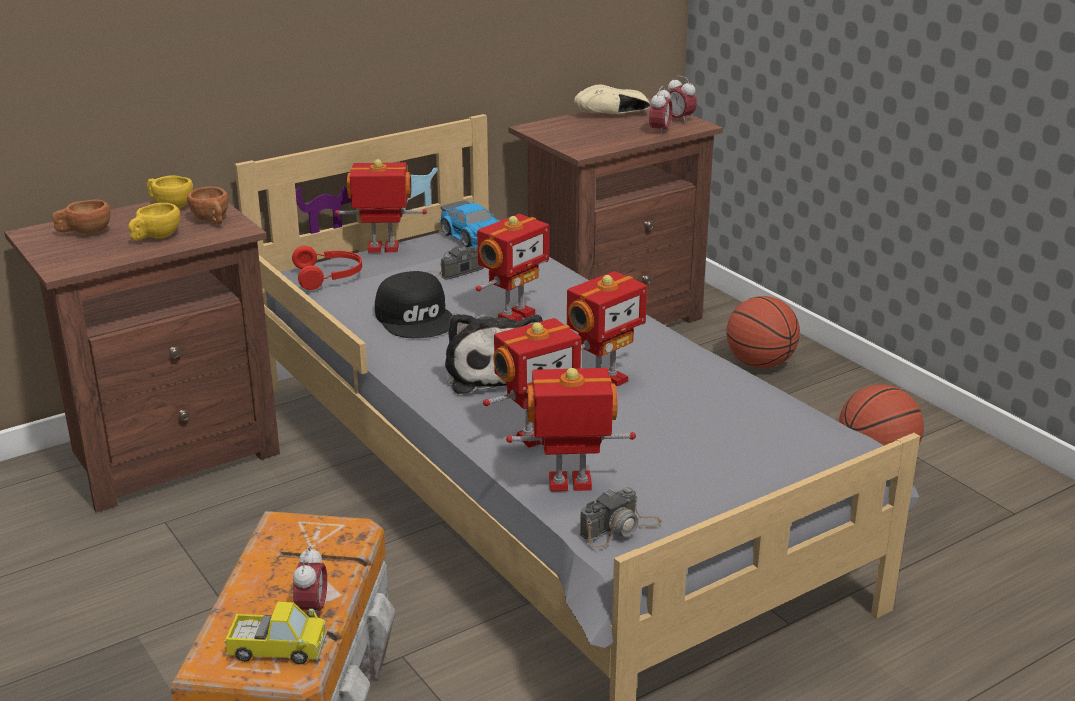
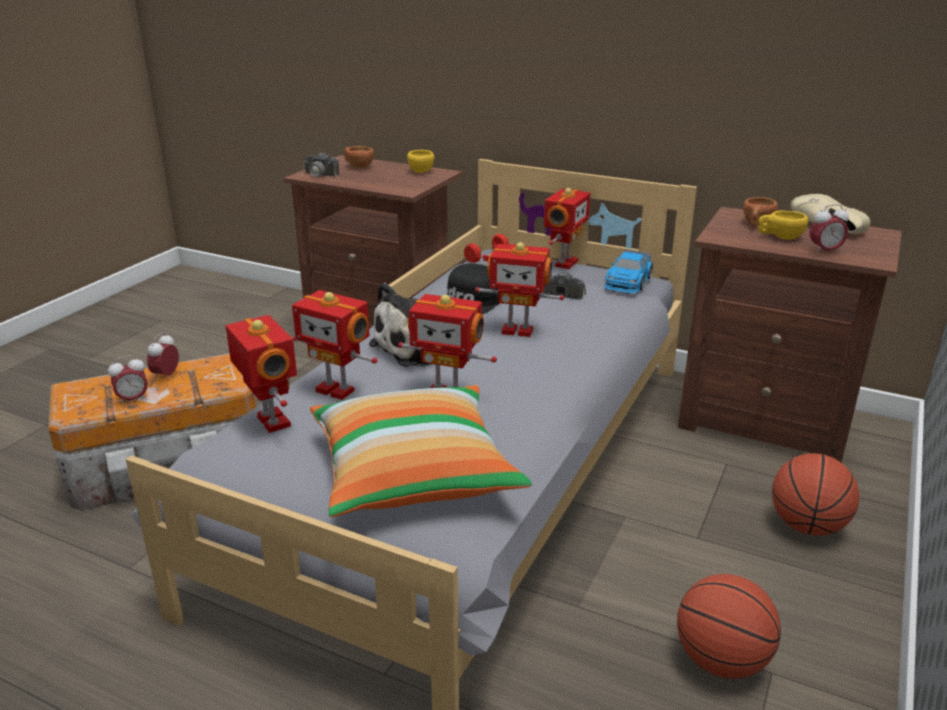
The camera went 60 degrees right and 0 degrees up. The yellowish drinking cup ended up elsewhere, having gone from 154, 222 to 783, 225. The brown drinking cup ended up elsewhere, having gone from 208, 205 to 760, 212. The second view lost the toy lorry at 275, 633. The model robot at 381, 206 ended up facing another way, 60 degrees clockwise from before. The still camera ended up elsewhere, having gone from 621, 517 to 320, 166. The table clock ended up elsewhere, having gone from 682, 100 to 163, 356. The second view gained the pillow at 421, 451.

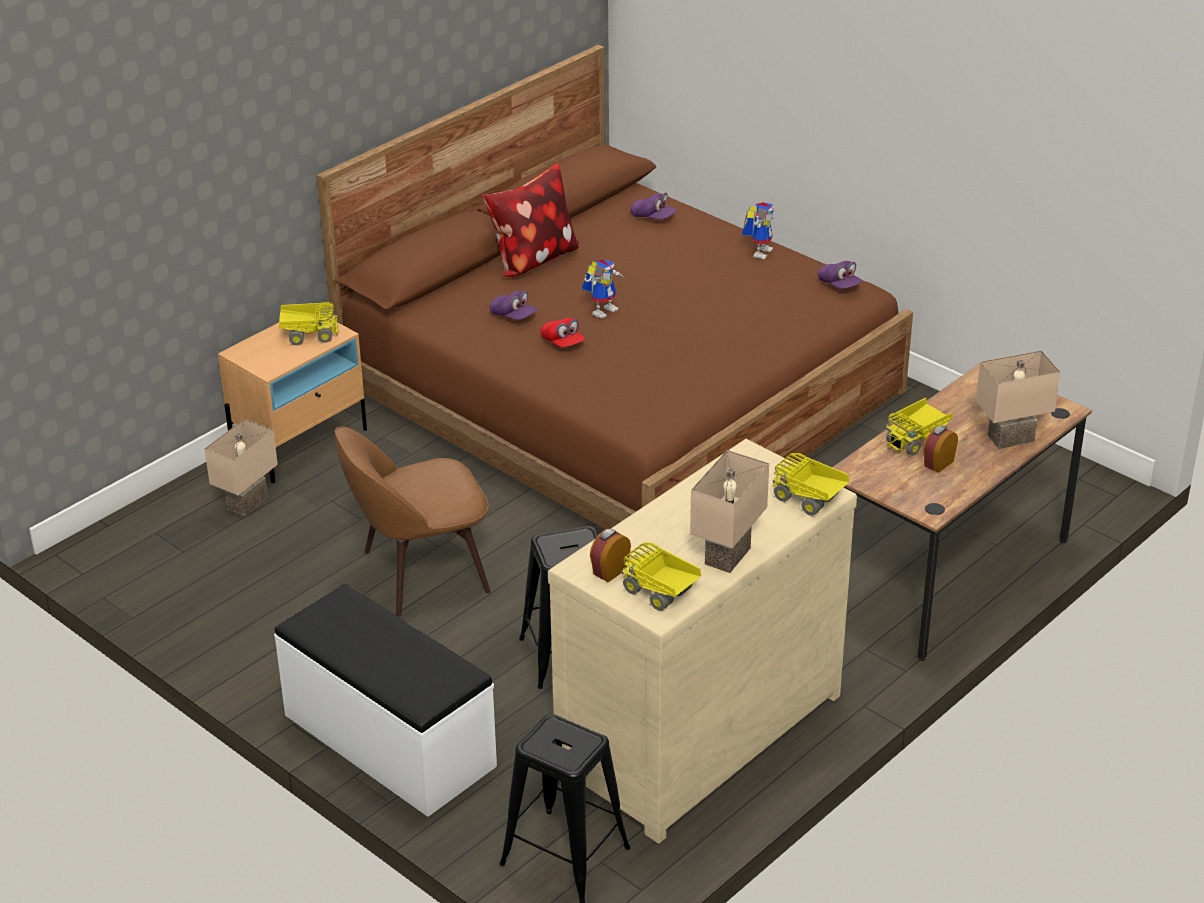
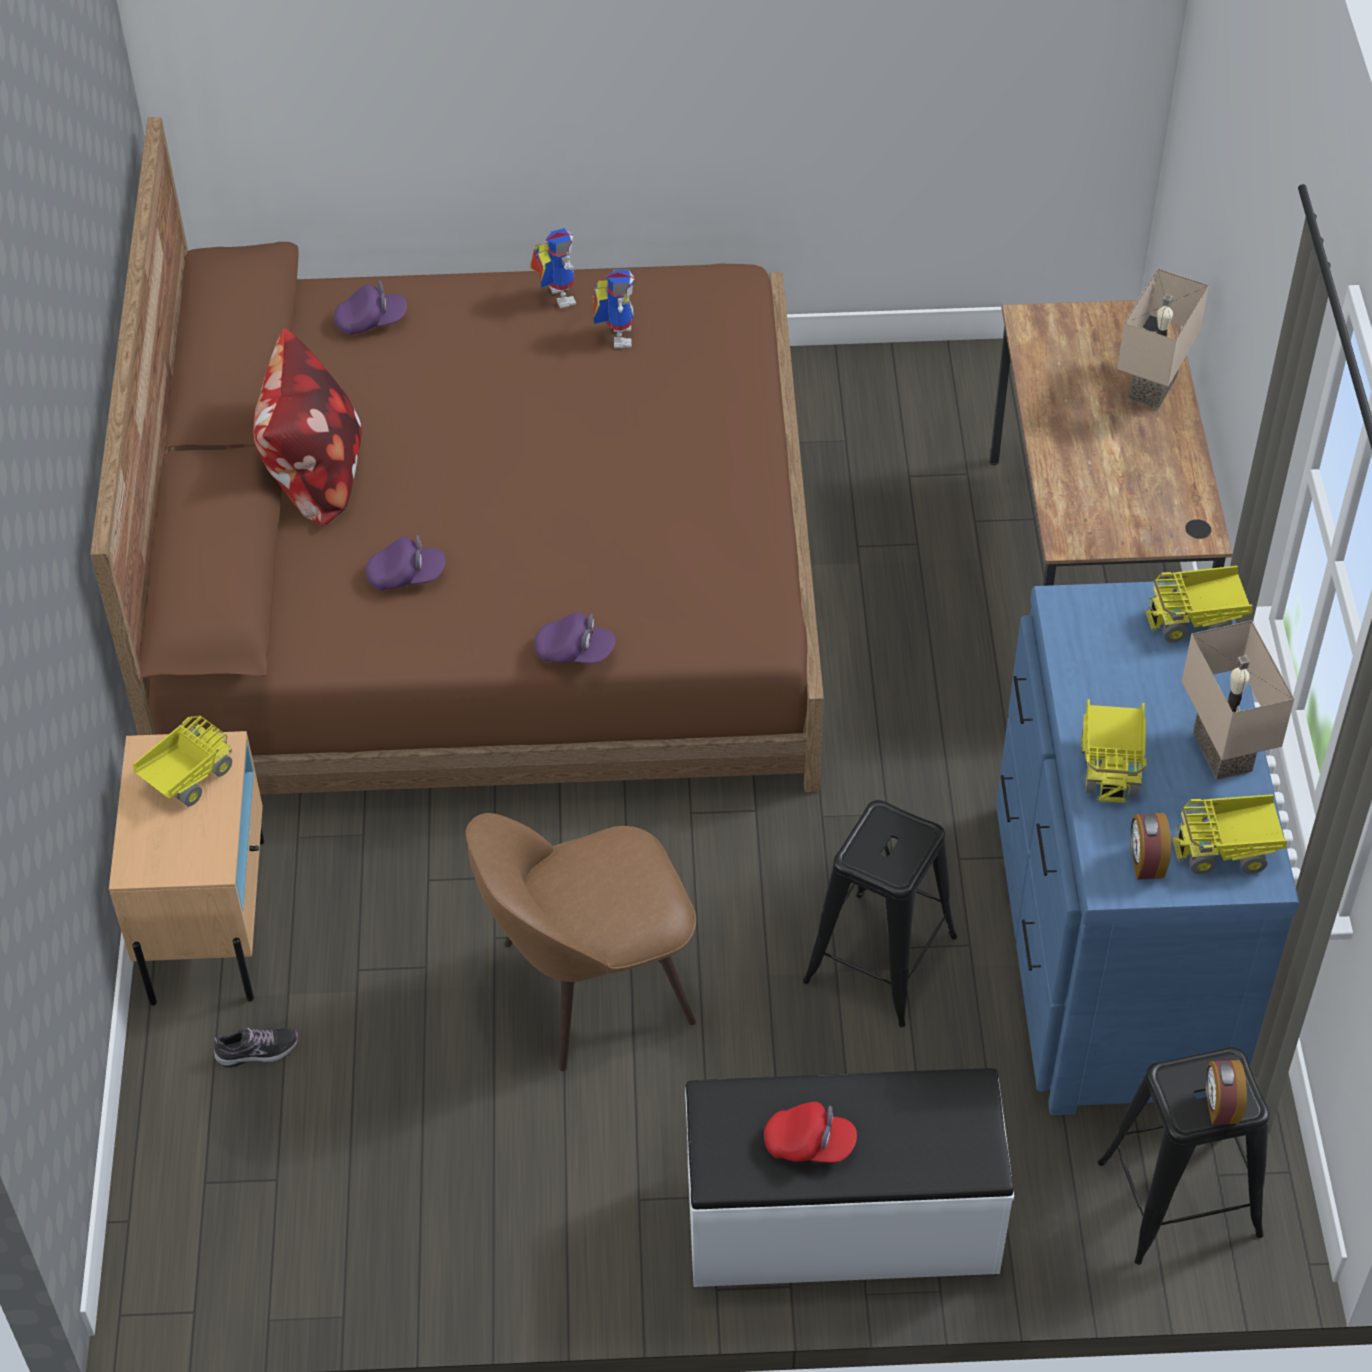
The camera went 45 degrees left and 15 degrees up. Where the beige table lamp stood at 241, 467, the shoe came to stand at 256, 1048. The brown upright chair at 413, 521 ended up facing another way, 45 degrees clockwise from before. The red peaked cap ended up elsewhere, having gone from 563, 332 to 810, 1132. What was the beige dresser at 702, 641 turned into the bluish dresser at 1147, 848. The model robot ended up elsewhere, having gone from 604, 289 to 614, 309. The purple-coloured peaked cap ended up elsewhere, having gone from 840, 275 to 575, 638. The toy lorry ended up elsewhere, having gone from 919, 426 to 1113, 751. The table clock ended up elsewhere, having gone from 940, 449 to 1226, 1092.

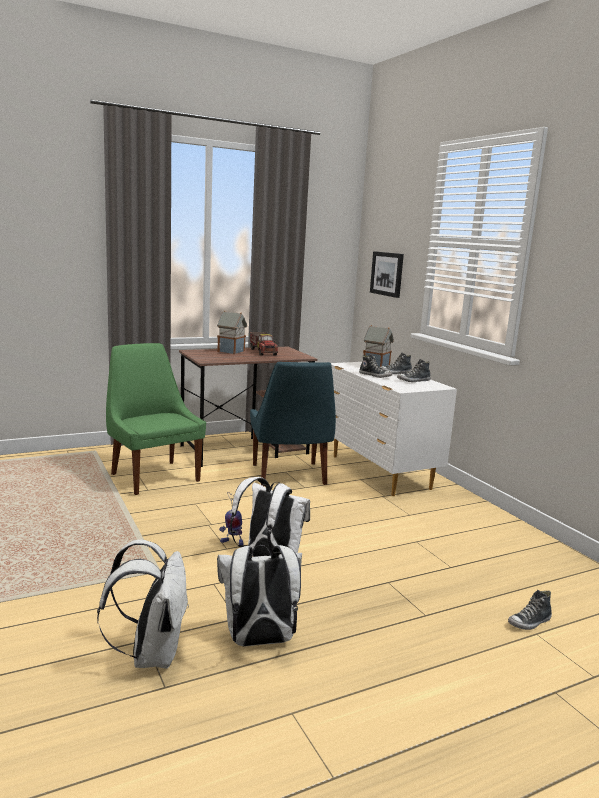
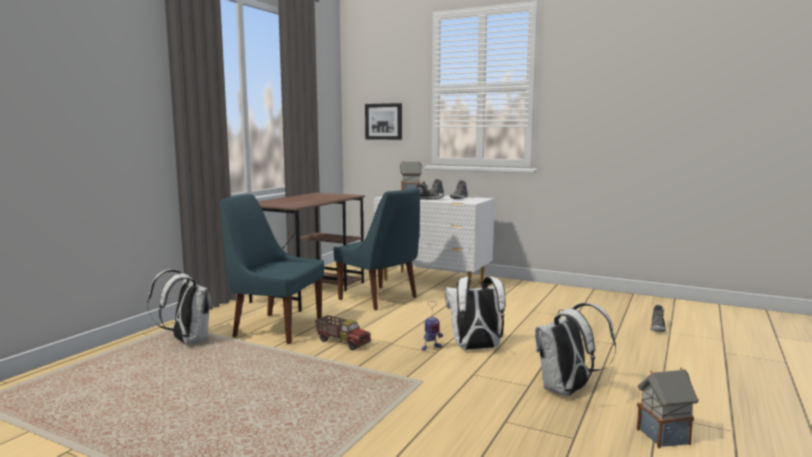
The camera went 35 degrees left and 5 degrees down. The whitish knapsack ended up elsewhere, having gone from 143, 604 to 179, 306. What was the greenish upright chair at 156, 419 turned into the bluish upright chair at 272, 269. The toy house ended up elsewhere, having gone from 232, 332 to 667, 407. The toy lorry ended up elsewhere, having gone from 264, 344 to 343, 332.

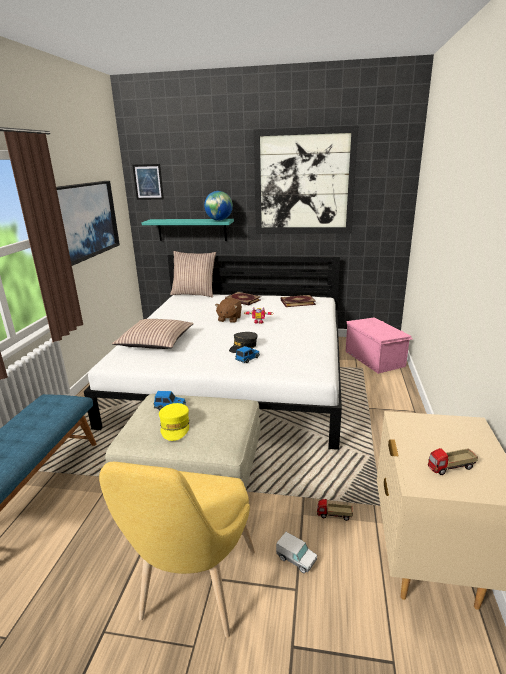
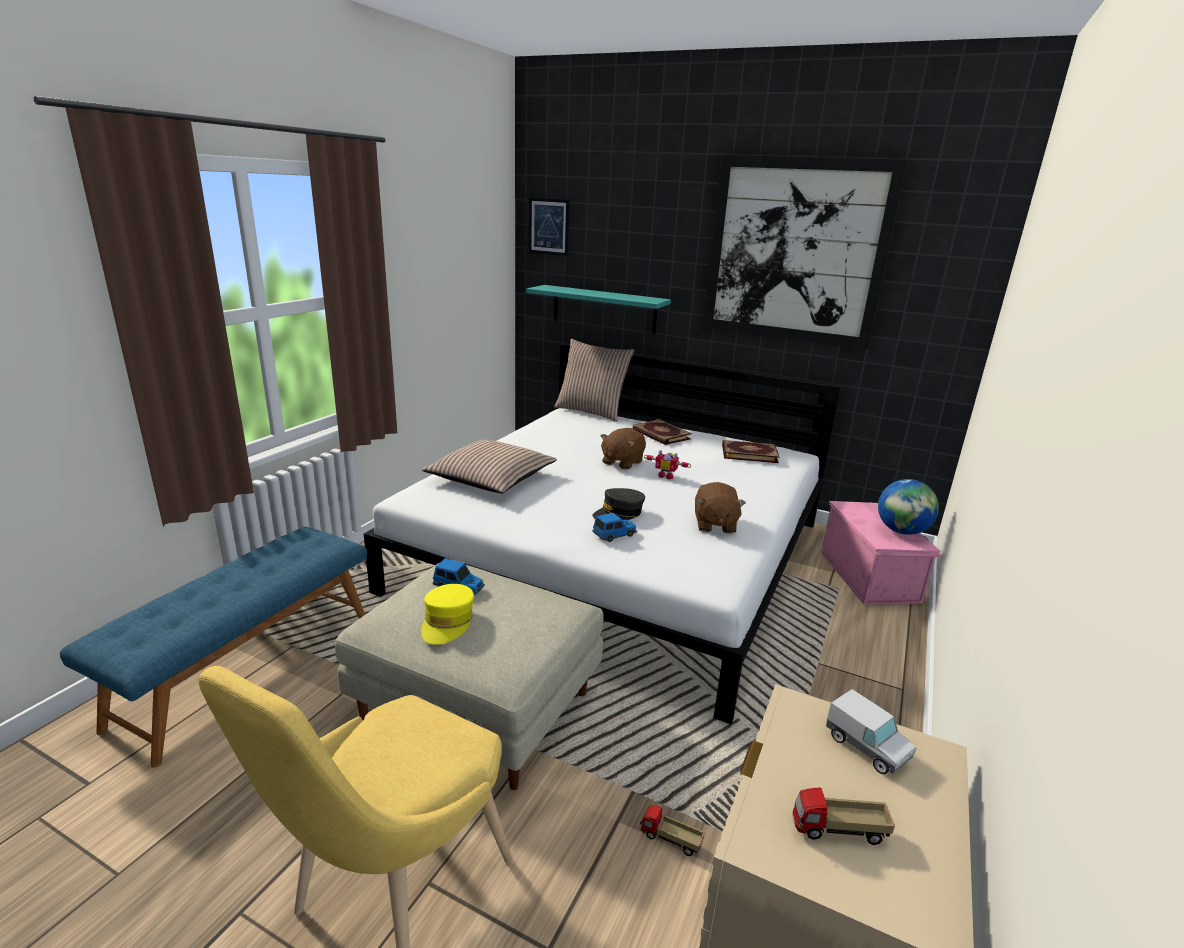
The camera went 15 degrees right and 0 degrees up. The second view lost the wall picture at 88, 223. The world globe ended up elsewhere, having gone from 218, 206 to 908, 507. The toy lorry ended up elsewhere, having gone from 296, 552 to 871, 731. The second view gained the brown soft toy at 720, 508.

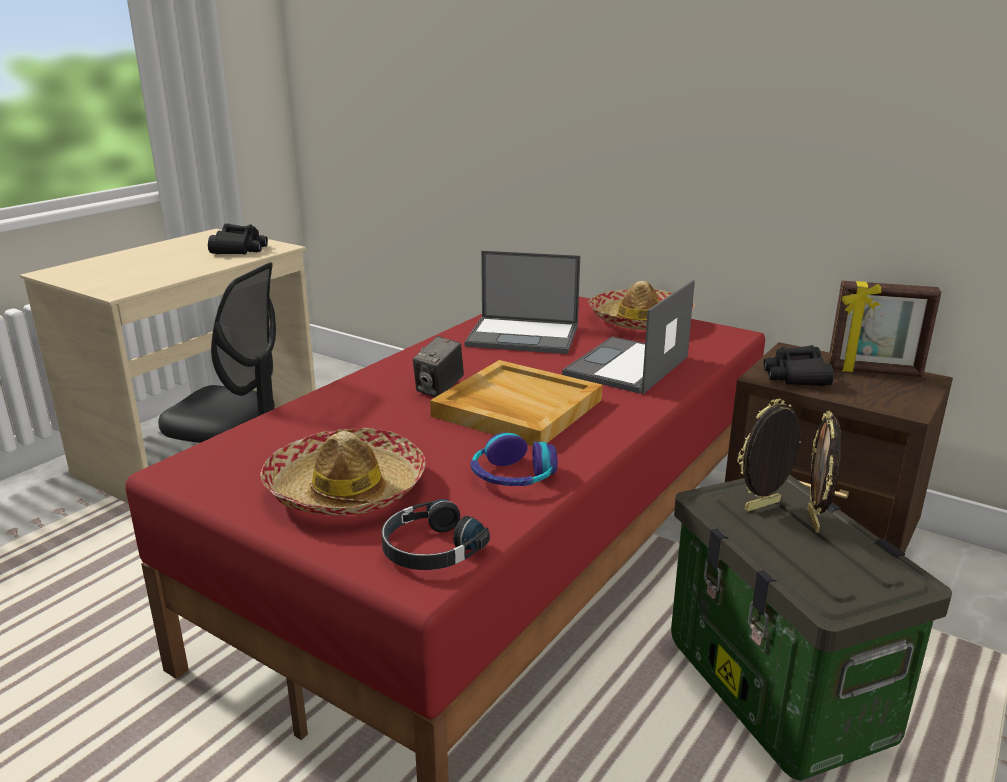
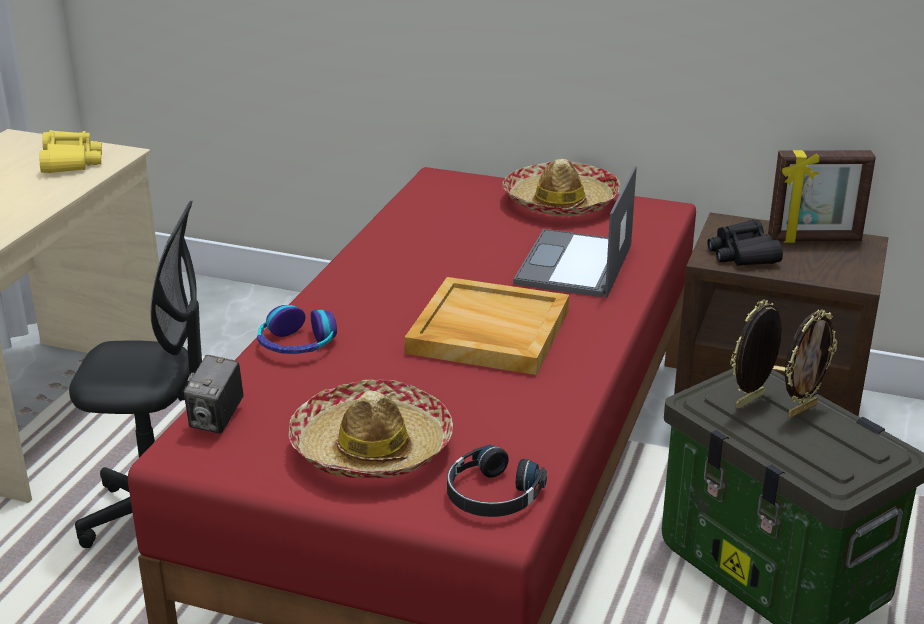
The camera went 15 degrees left and 5 degrees up. What was the black binoculars at 238, 238 turned into the yellowish binoculars at 71, 151. The still camera ended up elsewhere, having gone from 438, 366 to 214, 394. The second view lost the notebook computer at 522, 302. The headphones ended up elsewhere, having gone from 514, 459 to 297, 329. The picture frame at 824, 472 ended up facing another way, 120 degrees counterclockwise from before.

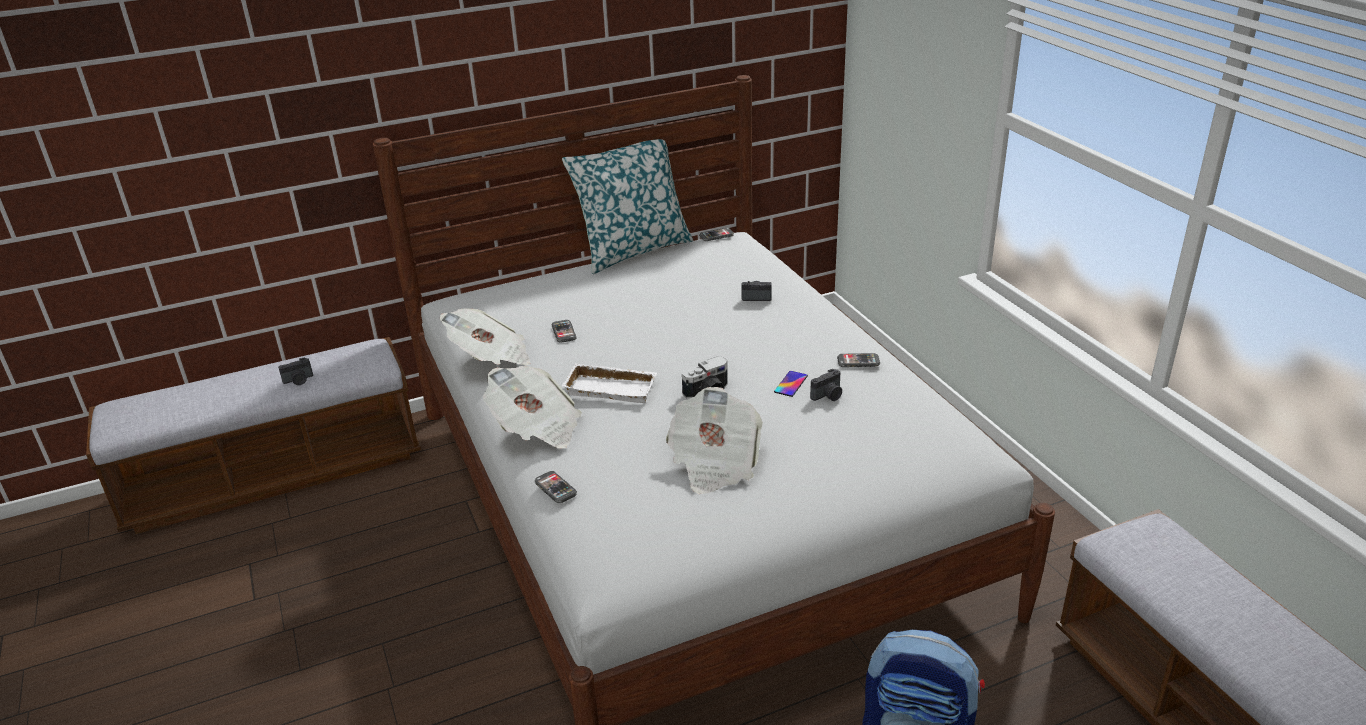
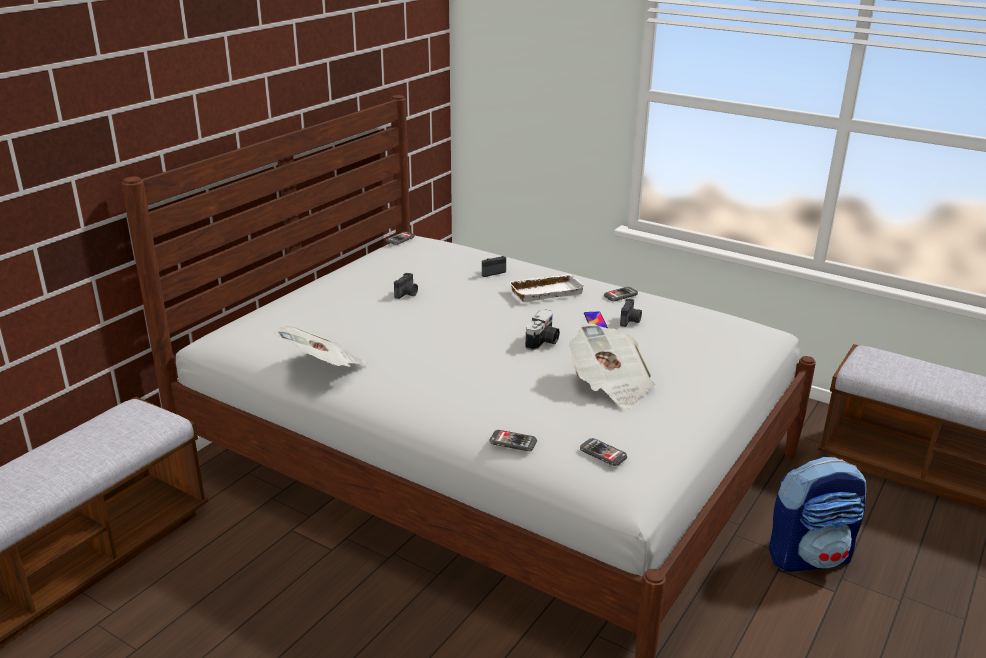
The camera went 35 degrees left and 5 degrees down. The still camera ended up elsewhere, having gone from 295, 371 to 406, 286. The second view lost the daily paper at 532, 407. The phone ended up elsewhere, having gone from 564, 331 to 603, 452. The second view lost the pillow at 627, 206. The whitish carrying tray ended up elsewhere, having gone from 609, 383 to 546, 288.

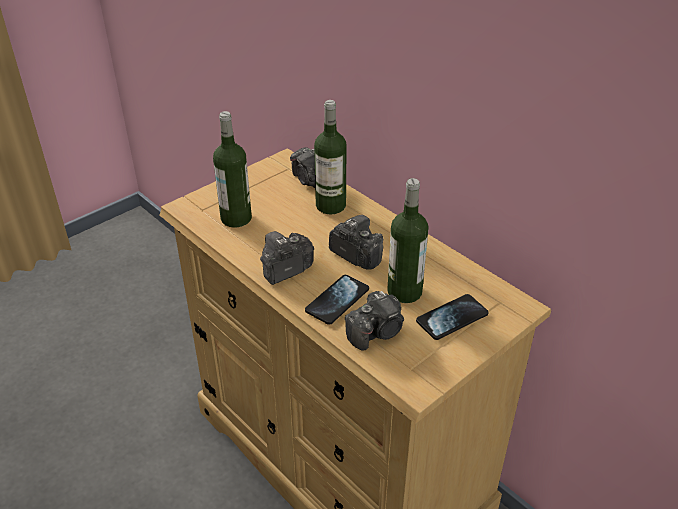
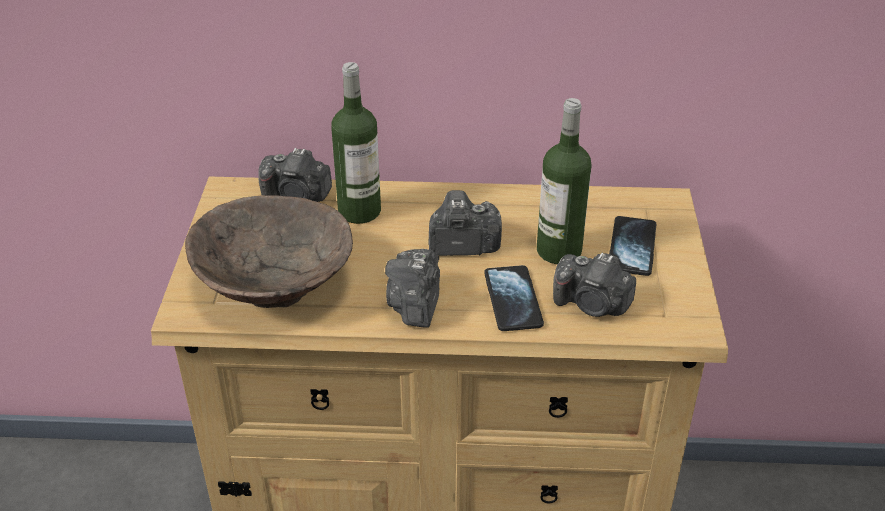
The camera went 45 degrees left and 0 degrees up. Where the beverage bottle stood at 232, 169, the brown deep dish came to stand at 269, 251. The still camera at 374, 320 ended up facing another way, 105 degrees clockwise from before.

